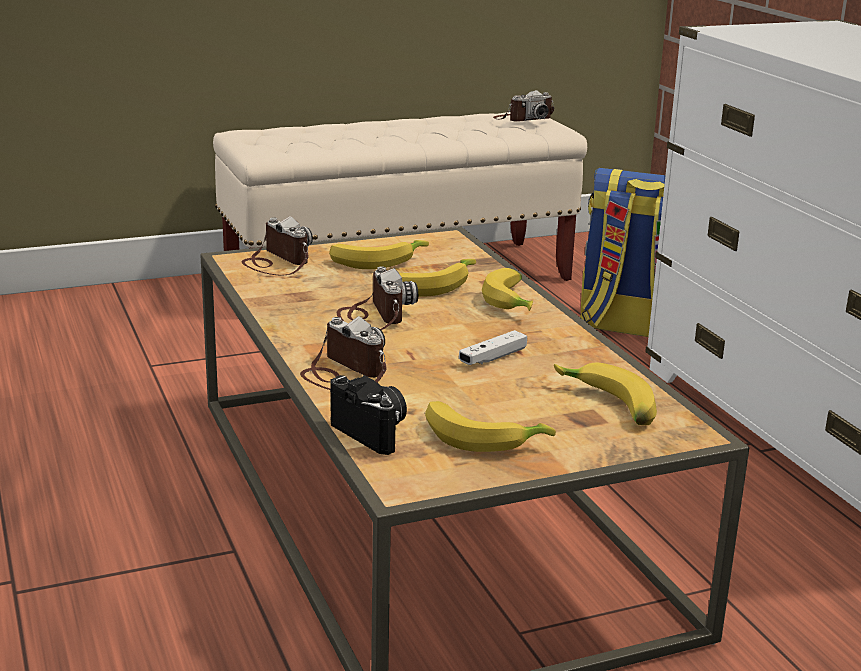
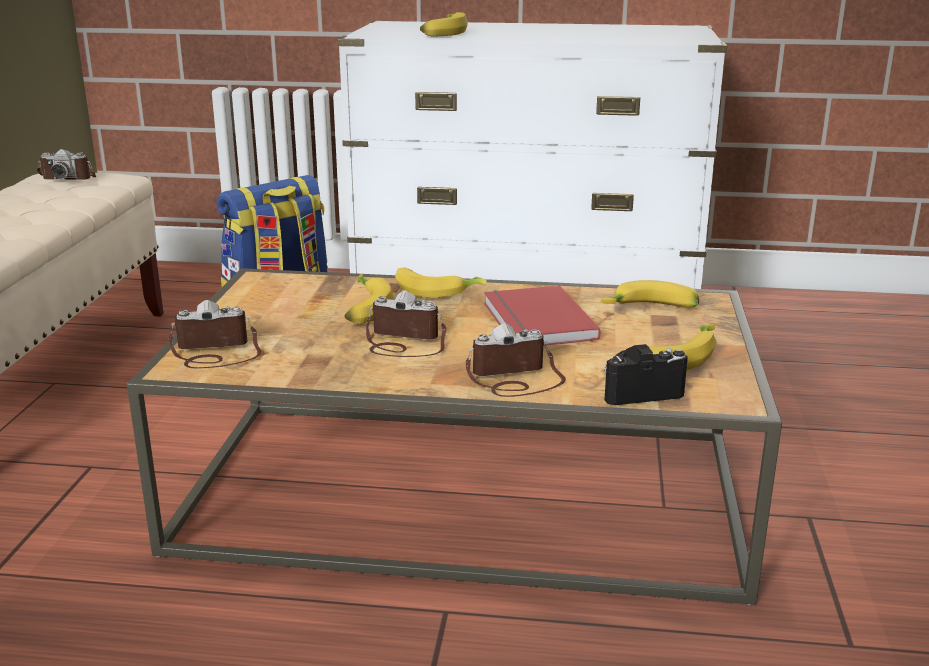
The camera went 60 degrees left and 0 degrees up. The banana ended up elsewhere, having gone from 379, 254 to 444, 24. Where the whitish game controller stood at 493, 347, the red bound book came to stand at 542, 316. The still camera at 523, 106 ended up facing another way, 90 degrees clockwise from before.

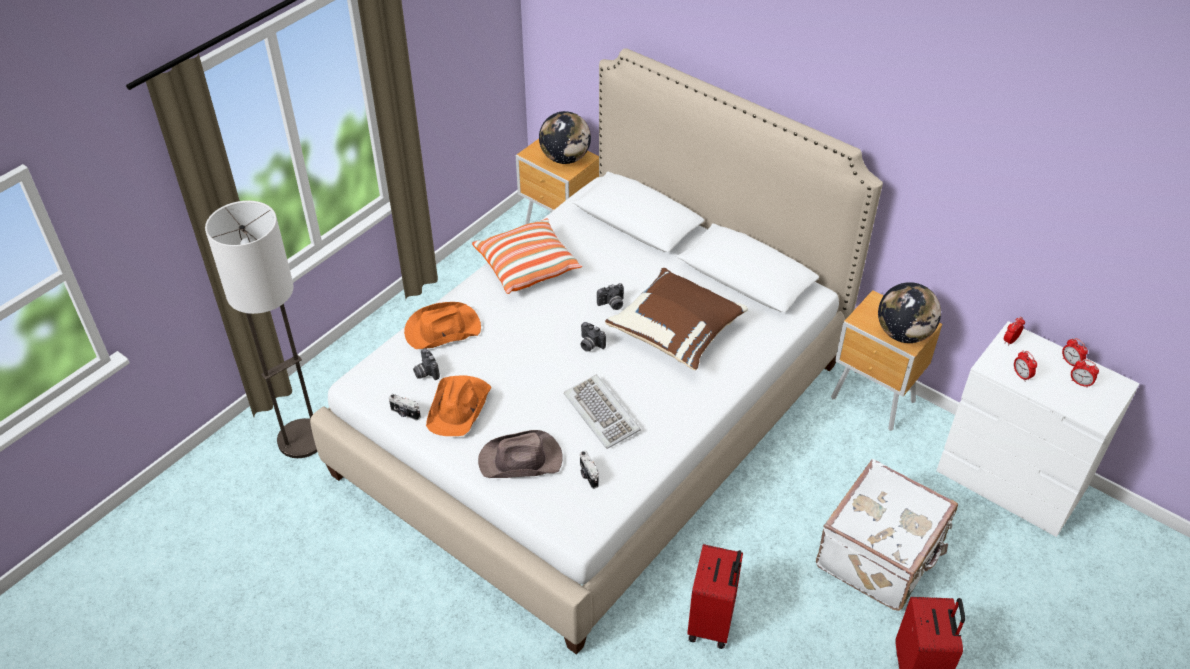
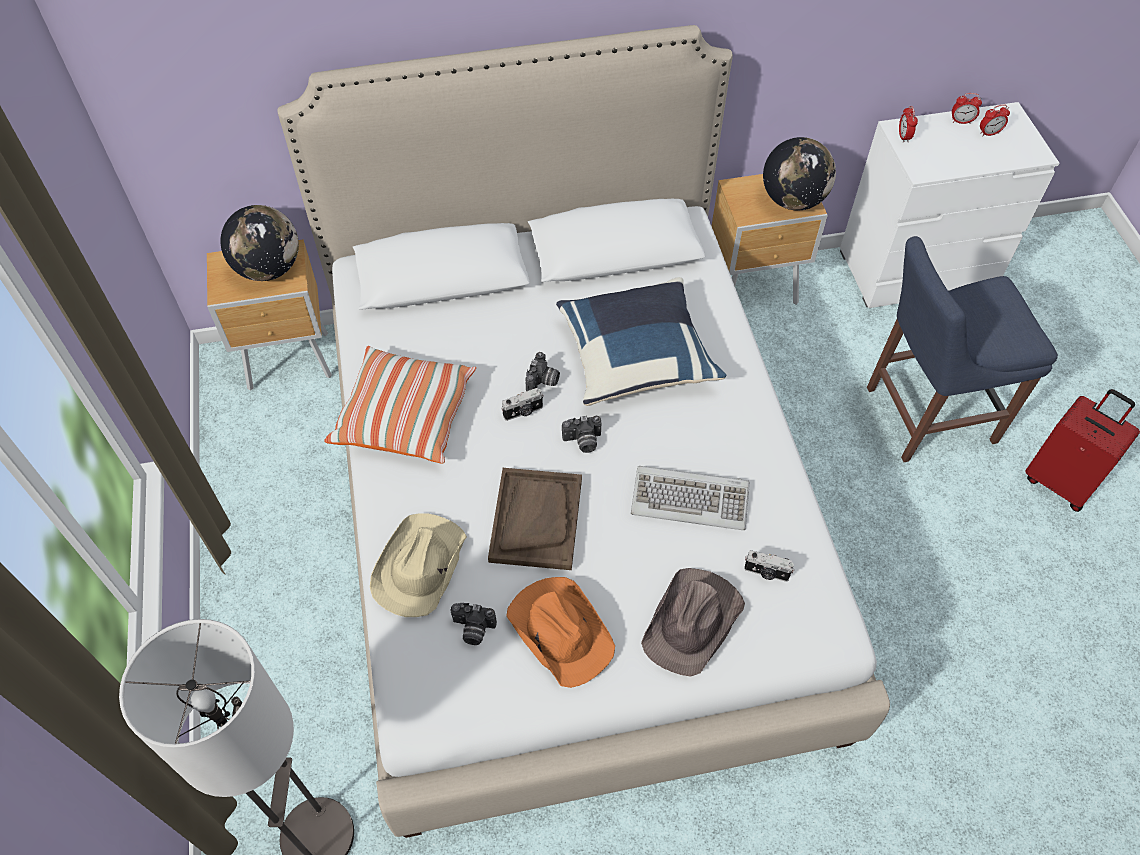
The camera went 50 degrees left and 10 degrees up. The still camera ended up elsewhere, having gone from 405, 407 to 522, 404. What was the orange-coloured clothing hat at 442, 325 turned into the beige clothing hat at 418, 565. What was the brown pillow at 676, 319 turned into the bluish pillow at 641, 341. The second view lost the red piece of luggage at 715, 596. Where the whitish piece of luggage stood at 887, 535, the bluish upright chair came to stand at 962, 349. The second view lost the table clock at 1025, 366. The second view gained the brown carrying tray at 535, 519.

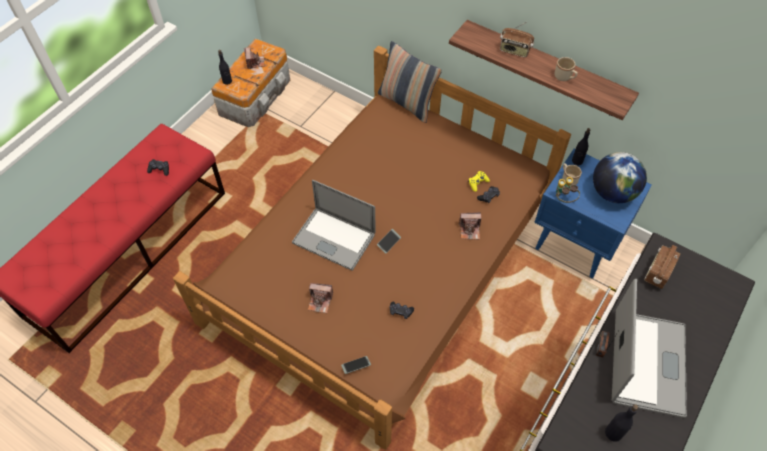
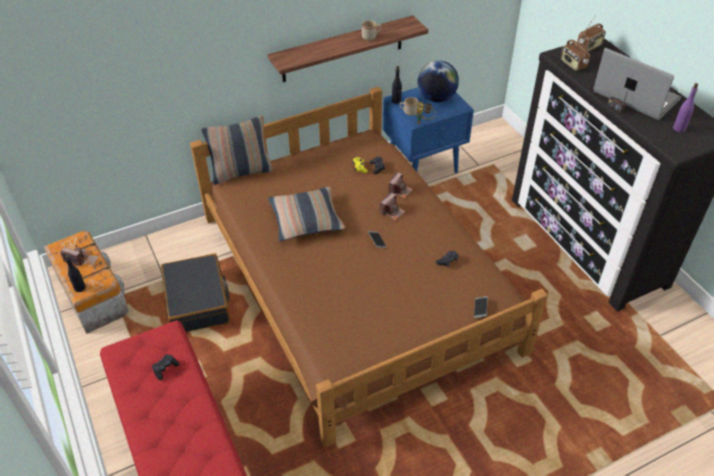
The camera went 60 degrees left and 10 degrees down. The second view lost the notebook computer at 334, 225. The still camera ended up elsewhere, having gone from 320, 298 to 393, 206. The radio receiver ended up elsewhere, having gone from 517, 39 to 591, 33. What was the black beverage bottle at 621, 423 turned into the purple-coloured beverage bottle at 685, 107. The second view gained the black piece of luggage at 195, 292. The second view gained the pillow at 307, 213.

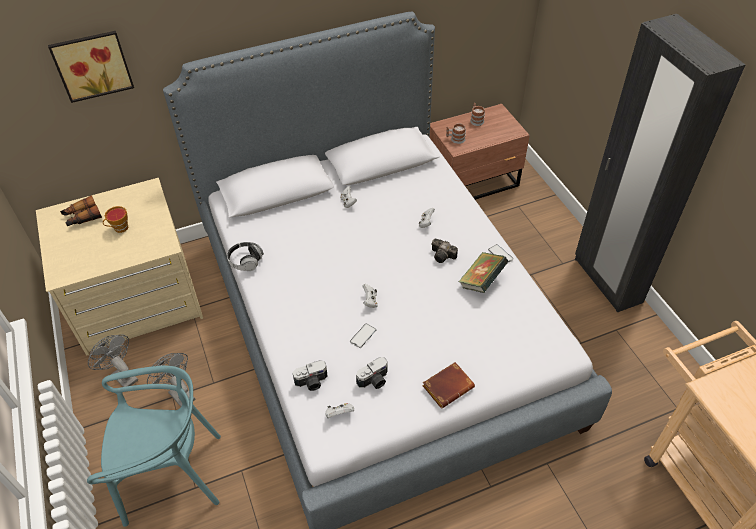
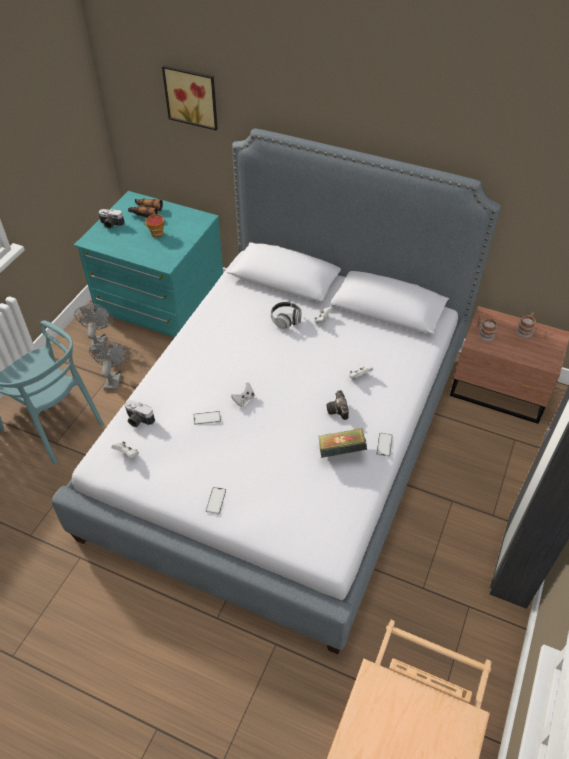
The camera went 45 degrees right and 0 degrees up. What was the beige dresser at 119, 267 turned into the blue-green dresser at 148, 264. The headphones ended up elsewhere, having gone from 245, 256 to 286, 315. The still camera ended up elsewhere, having gone from 372, 373 to 111, 219. Where the brown bound book stood at 449, 385, the phone came to stand at 216, 500.

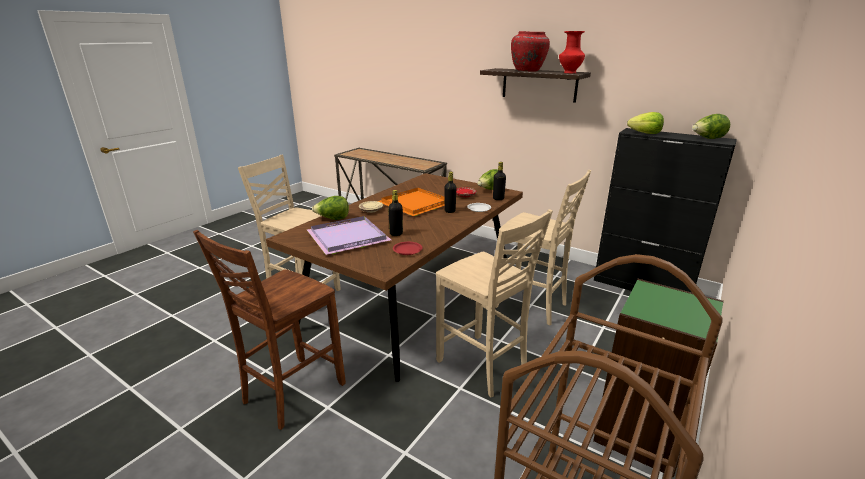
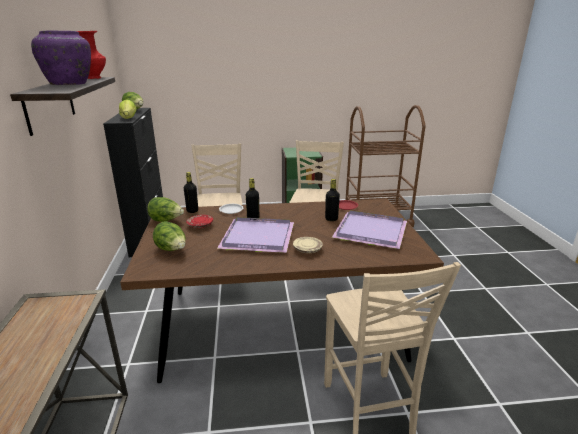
The camera went 130 degrees left and 0 degrees up. The second view lost the brown upright chair at 269, 330. The lettuce ended up elsewhere, having gone from 330, 208 to 169, 236. What was the orange-coloured carrying tray at 411, 202 turned into the purple-coloured carrying tray at 255, 235. What was the red flower vase at 530, 51 turned into the purple-coloured flower vase at 61, 58.

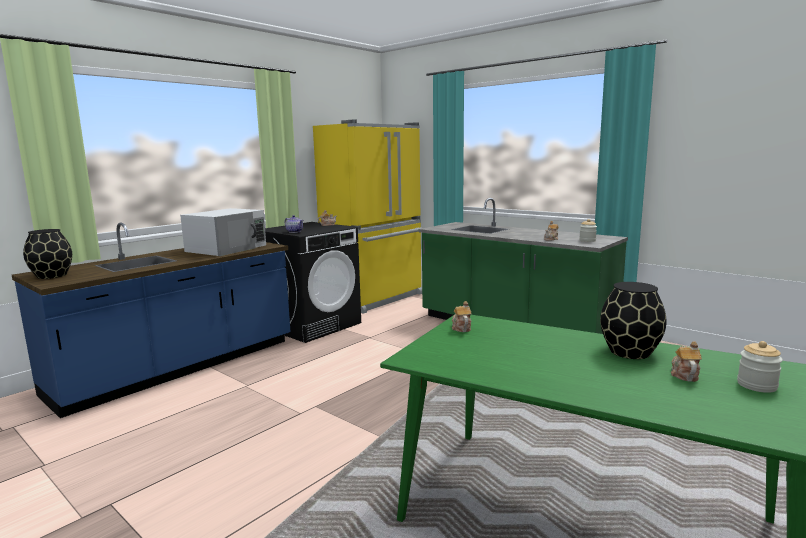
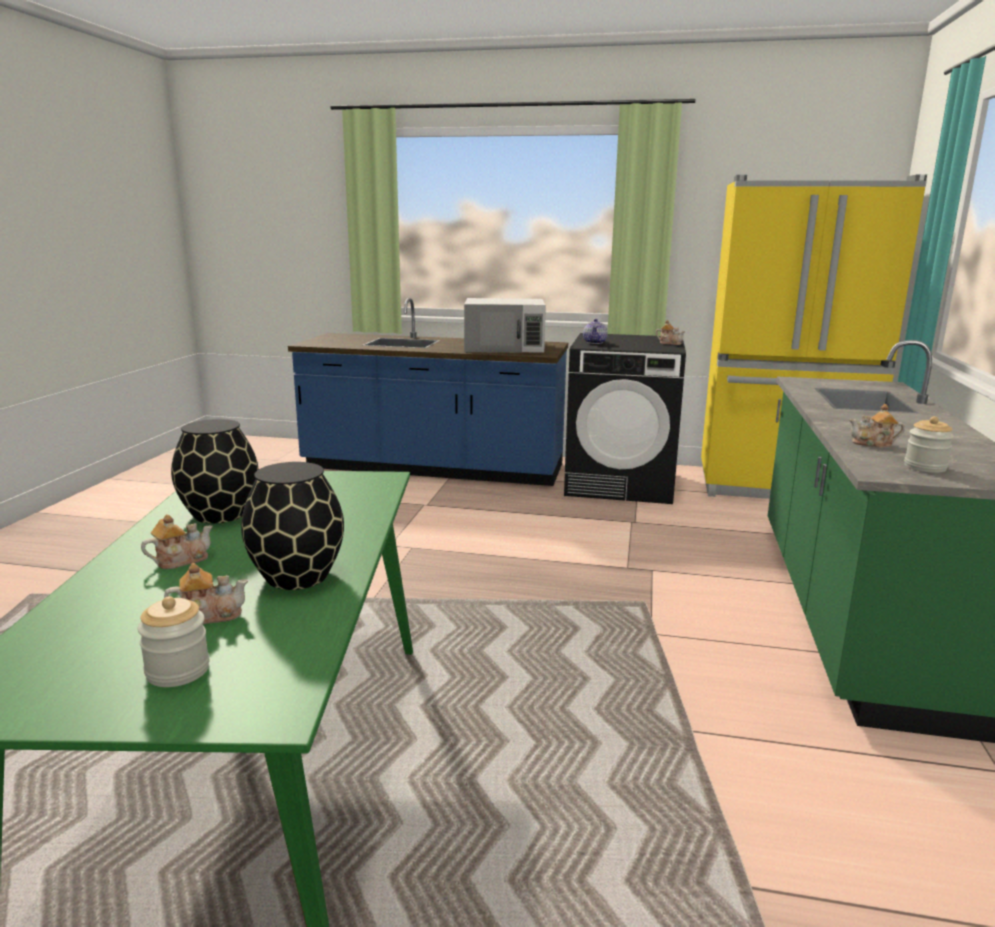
The camera went 60 degrees right and 5 degrees up. The black flower vase ended up elsewhere, having gone from 47, 254 to 215, 471. The tea pot ended up elsewhere, having gone from 462, 316 to 177, 541.

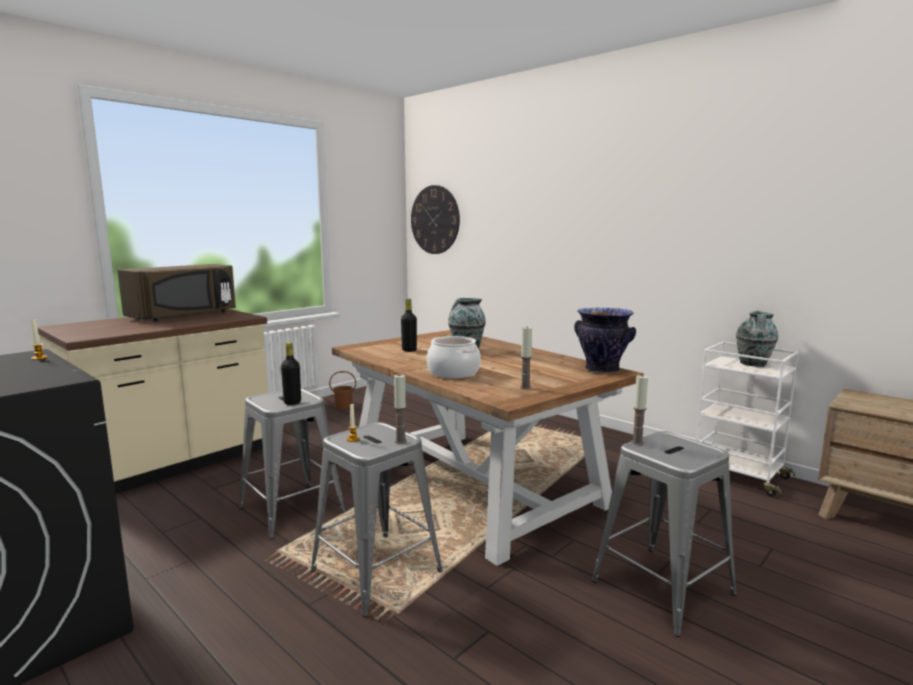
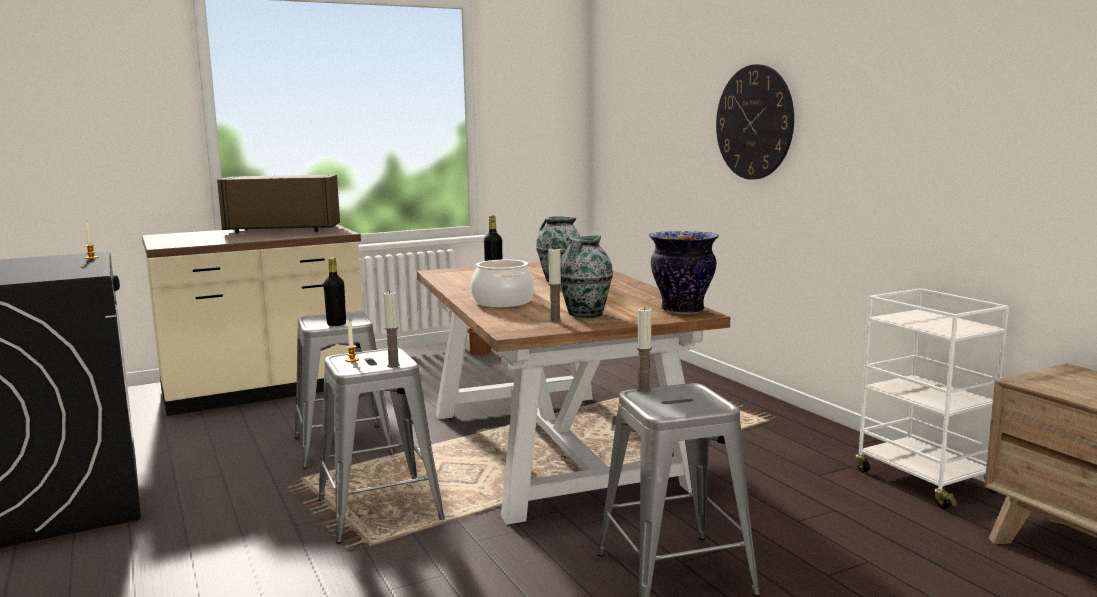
The camera went 20 degrees right and 0 degrees up. The brown kitchen microwave at 176, 292 ended up facing another way, 150 degrees counterclockwise from before. The wall clock ended up elsewhere, having gone from 435, 219 to 755, 122. The flower vase ended up elsewhere, having gone from 757, 339 to 586, 276.

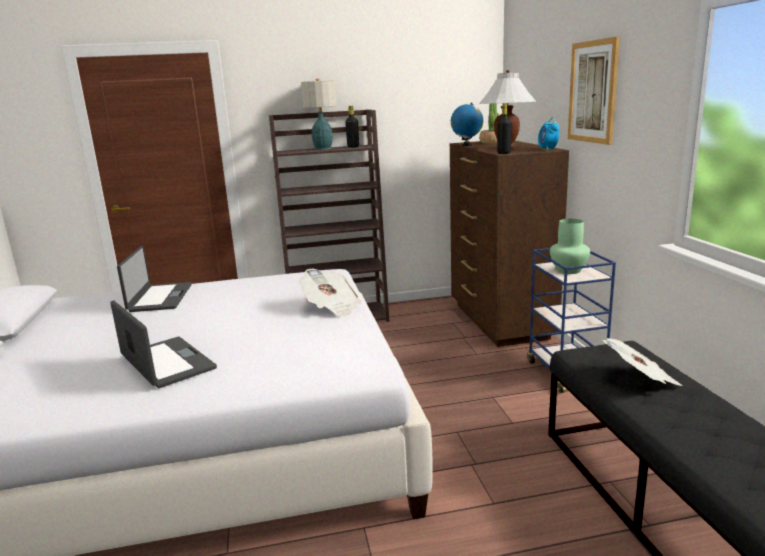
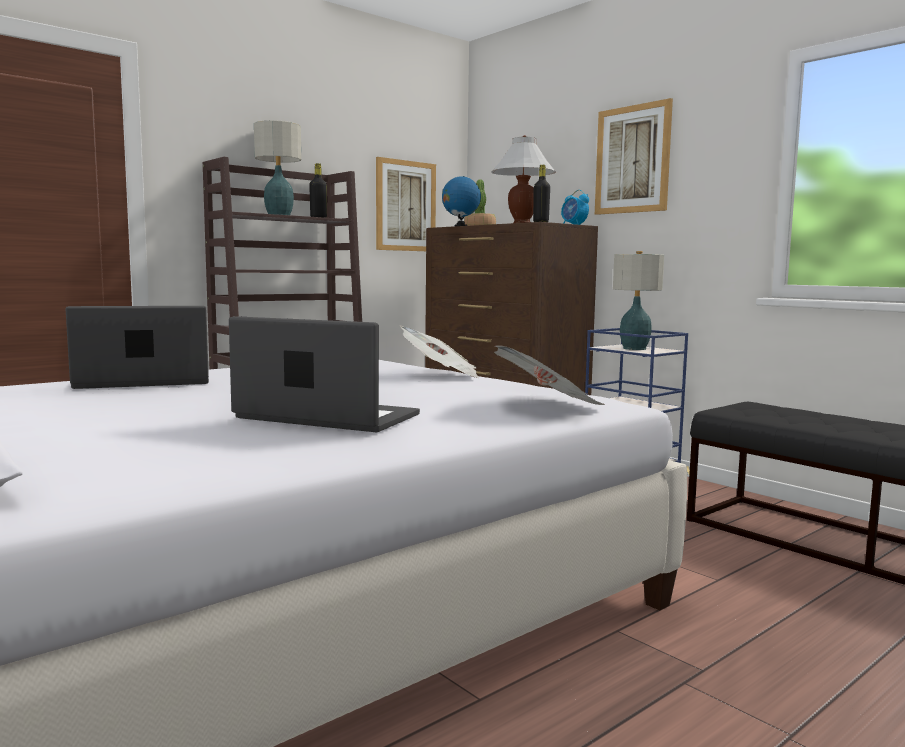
The camera went 30 degrees left and 10 degrees down. The notebook computer at 154, 279 ended up facing another way, 75 degrees counterclockwise from before. Where the greenish flower vase stood at 570, 246, the table lamp came to stand at 638, 300. The daily paper ended up elsewhere, having gone from 642, 362 to 550, 375. The second view gained the wall picture at 406, 204.

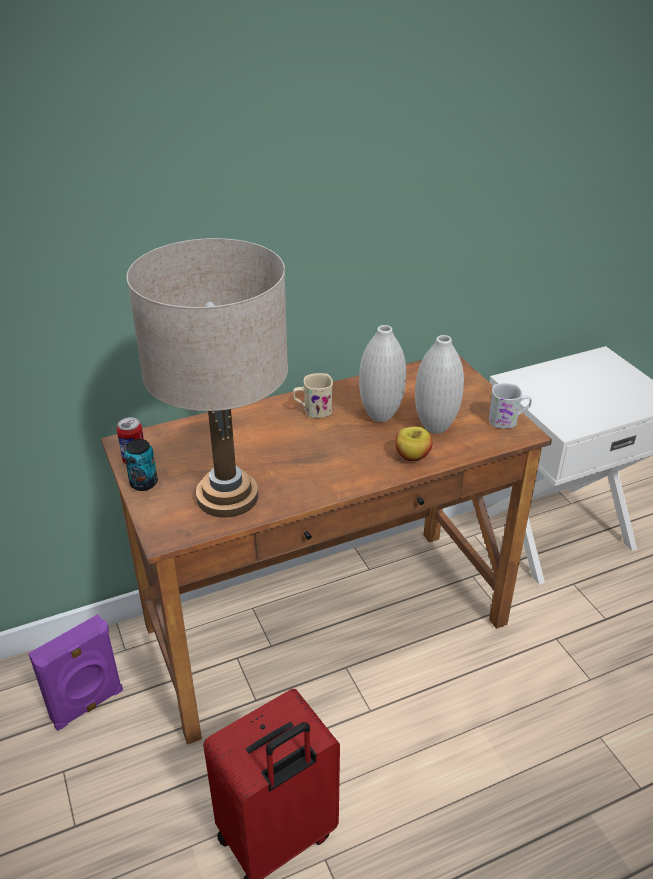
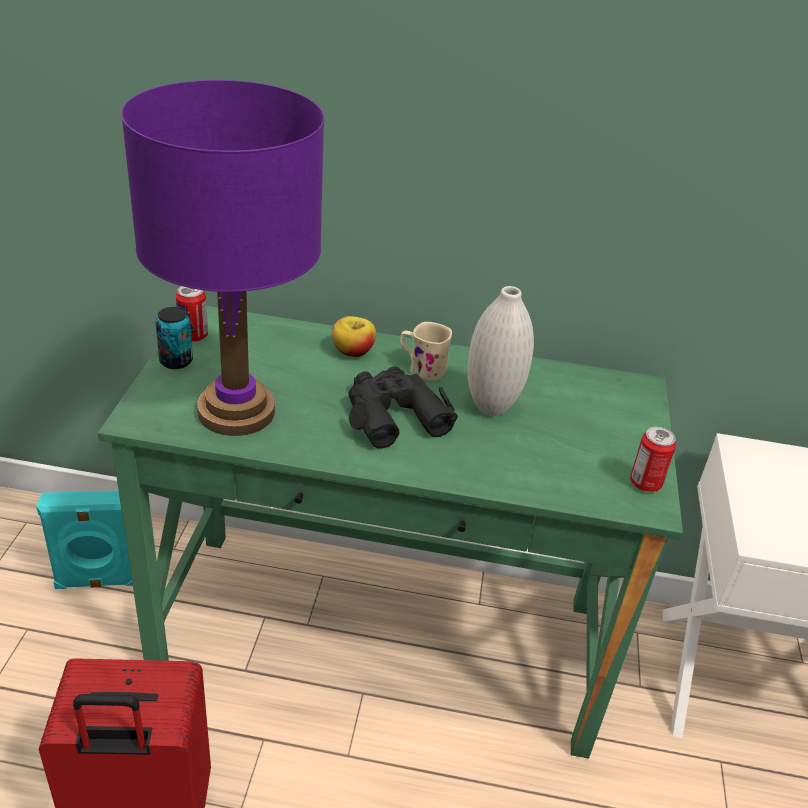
The camera went 30 degrees right and 0 degrees up. What was the purple-coloured audio speaker at 75, 672 turned into the blue-green audio speaker at 84, 539. What was the brown desk table at 326, 549 turned into the greenish desk table at 390, 532. What was the beige table lamp at 207, 378 turned into the purple-coloured table lamp at 223, 258. The apple ended up elsewhere, having gone from 413, 443 to 354, 336. The second view lost the whitish flower vase at 439, 384. Where the whitish coffee mug stood at 510, 406, the metal can came to stand at 653, 459. The second view gained the black binoculars at 403, 407.

